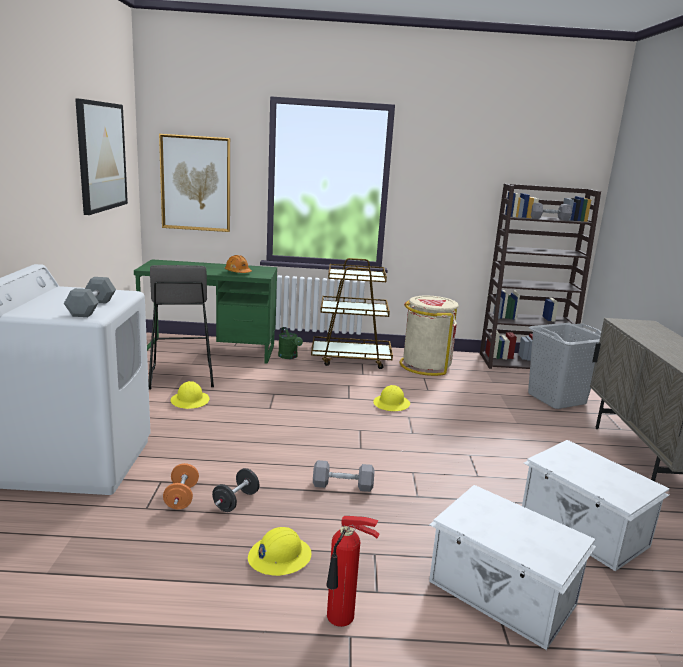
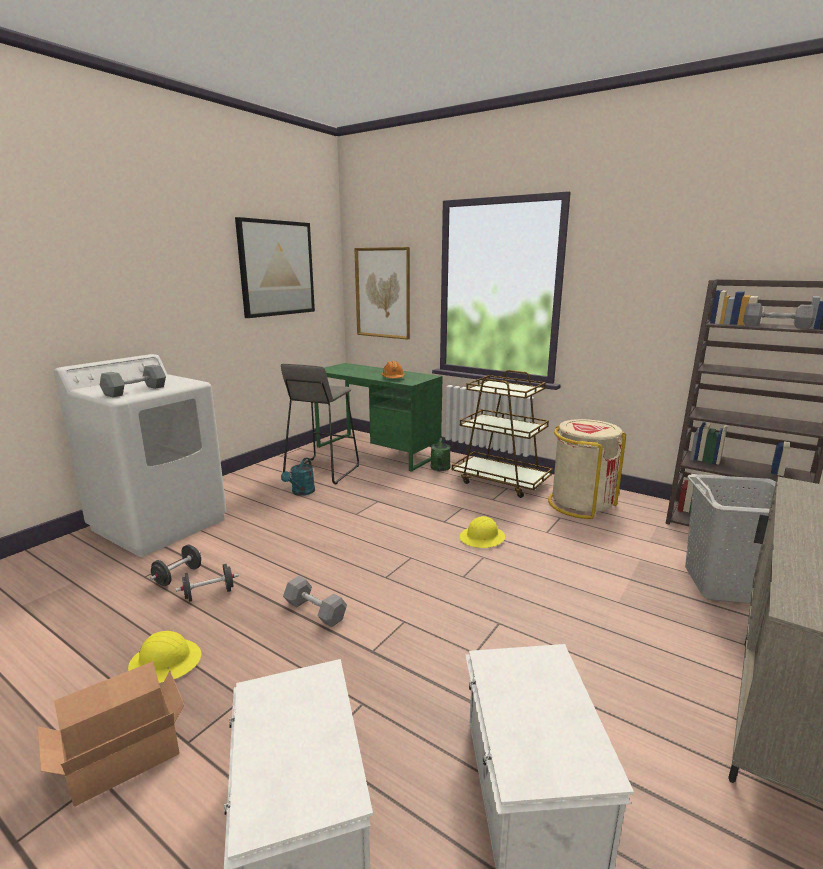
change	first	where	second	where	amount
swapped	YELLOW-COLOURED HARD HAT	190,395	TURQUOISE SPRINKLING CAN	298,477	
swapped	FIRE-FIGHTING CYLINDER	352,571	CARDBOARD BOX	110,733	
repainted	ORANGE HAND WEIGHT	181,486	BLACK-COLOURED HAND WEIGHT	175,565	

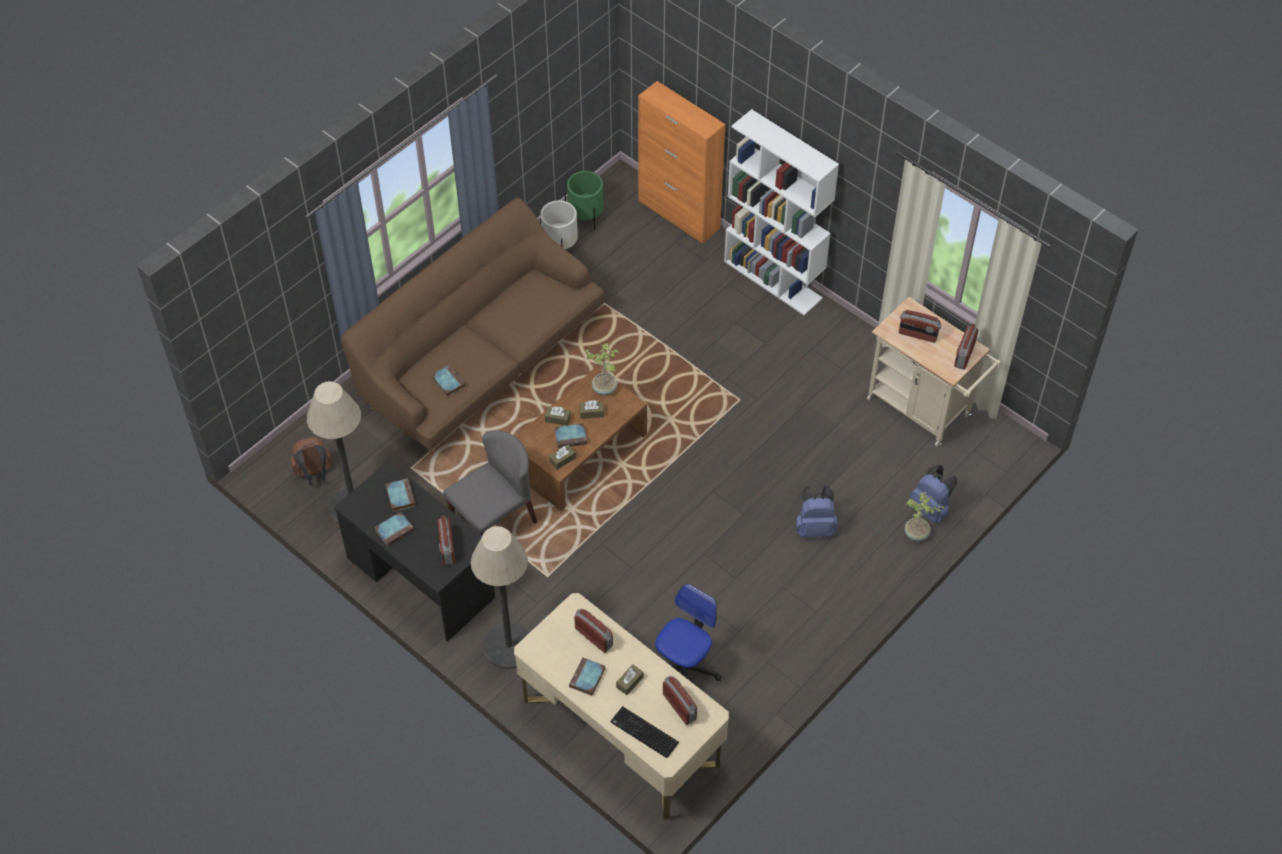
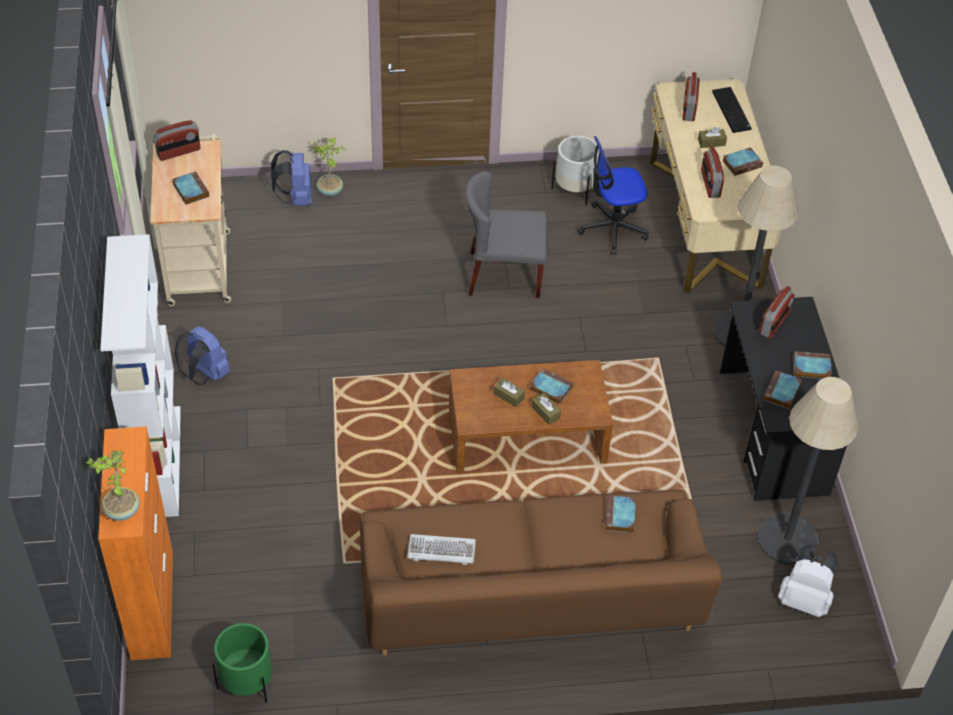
change	first	where	second	where	amount
gone	BROWN BOX OF TISSUES	562,457			
new			PC KEYBOARD	441,549	
shifted	GRAY CHAIR	490,483		506,234	
shifted	WHITISH PLANT POT	559,224		575,170	
shifted	POTTED PLANT	601,369		113,486	
shifted	BLUE-COLOURED RUCKSACK	817,511		202,355	
swapped	RADIO SET	920,326	VOLUME	190,188	
repainted	BROWN RUCKSACK	311,461	WHITISH RUCKSACK	808,580	

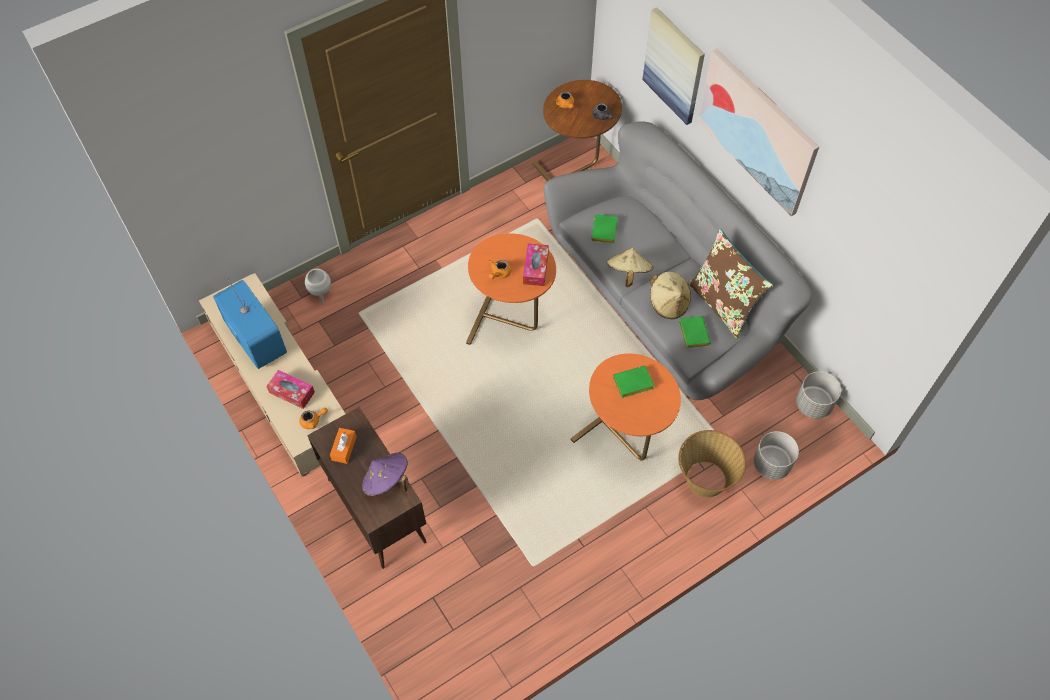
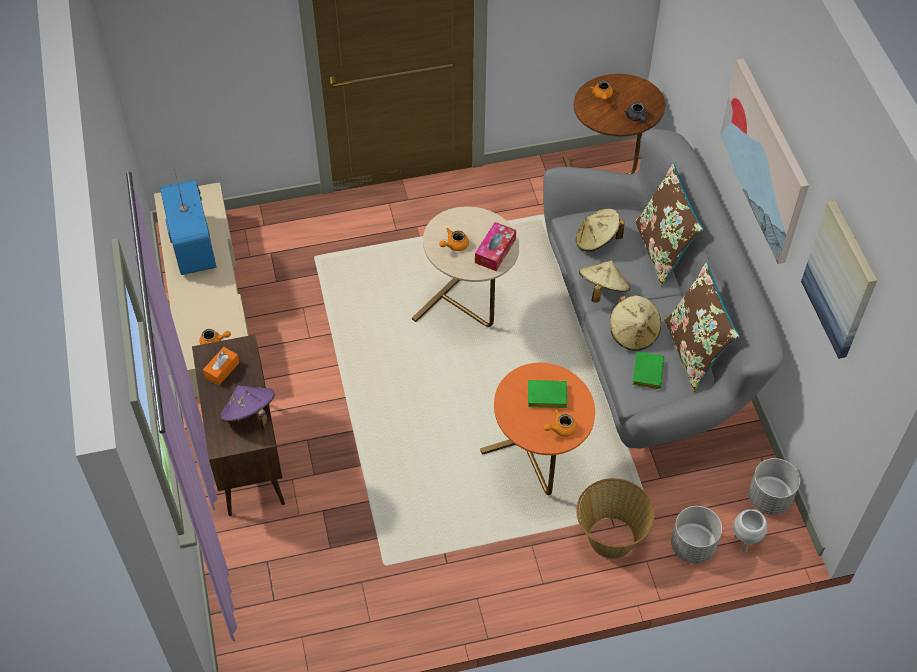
change	first	where	second	where	amount
gone	BOX OF TISSUES	290,389			
new			ORANGE POT FOR TEA	560,423	
new			BROWN CUSHION	669,225	
shifted	WHITISH PLANT POT	318,286		750,531	
shifted	WALL ART	673,66		839,280	
swapped	GREENISH VOLUME	604,228	BEIGE-COLOURED CLOTHING HAT	600,230	
repainted	ORANGE END TABLE	511,289	BEIGE-COLOURED END TABLE	465,267	

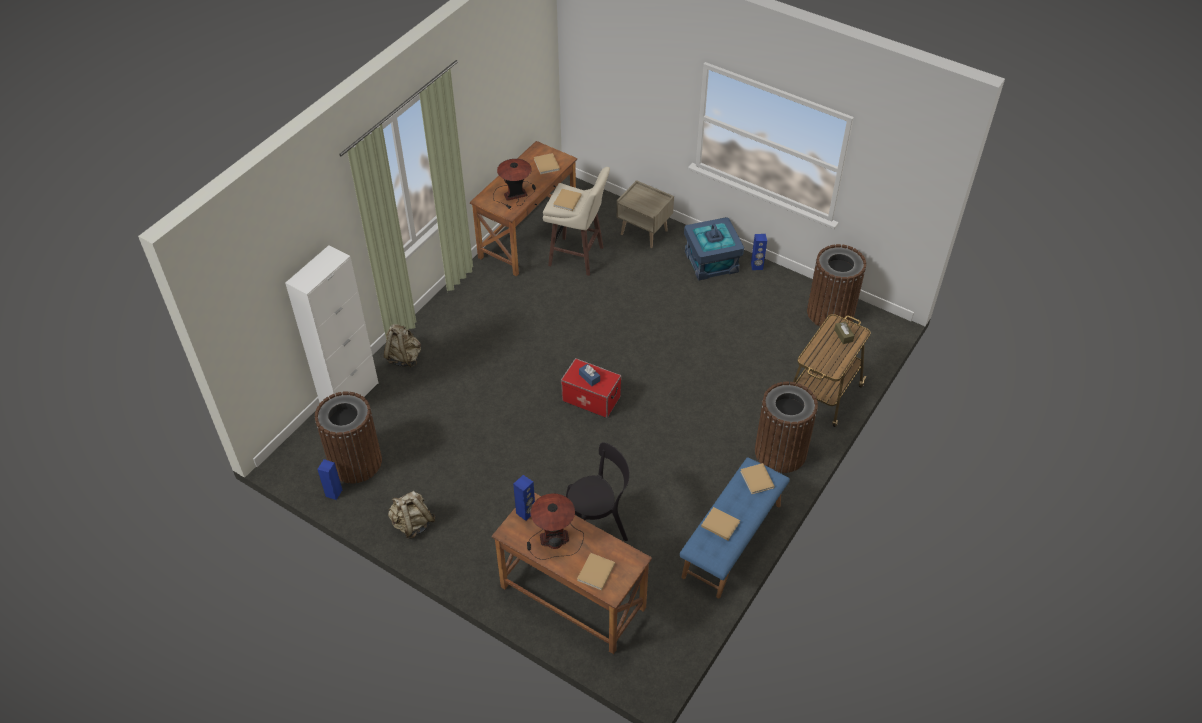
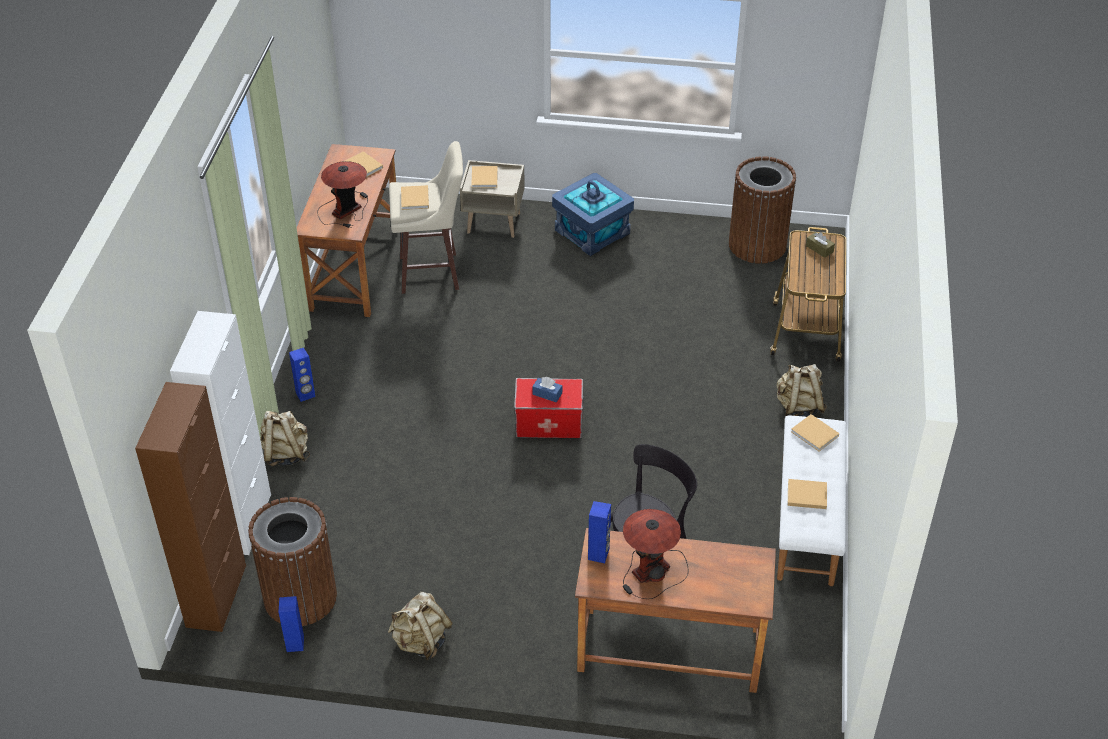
change	first	where	second	where	amount
new			BROWN STORAGE CABINET	190,507	
shifted	BEIGE-COLOURED VOLUME	596,571		484,177	
shifted	BLUE-COLOURED LOUDSPEAKER	759,252		302,375	
swapped	BROWN TRASH CAN	786,427	BEIGE-COLOURED RUCKSACK	802,390	
repainted	BLUE-COLOURED BENCH	735,528	WHITISH BENCH	811,500	

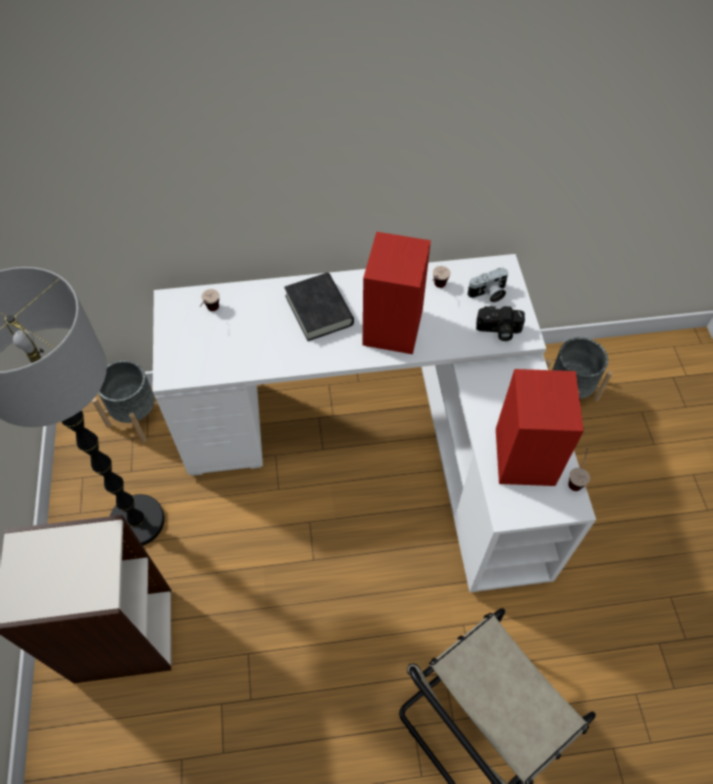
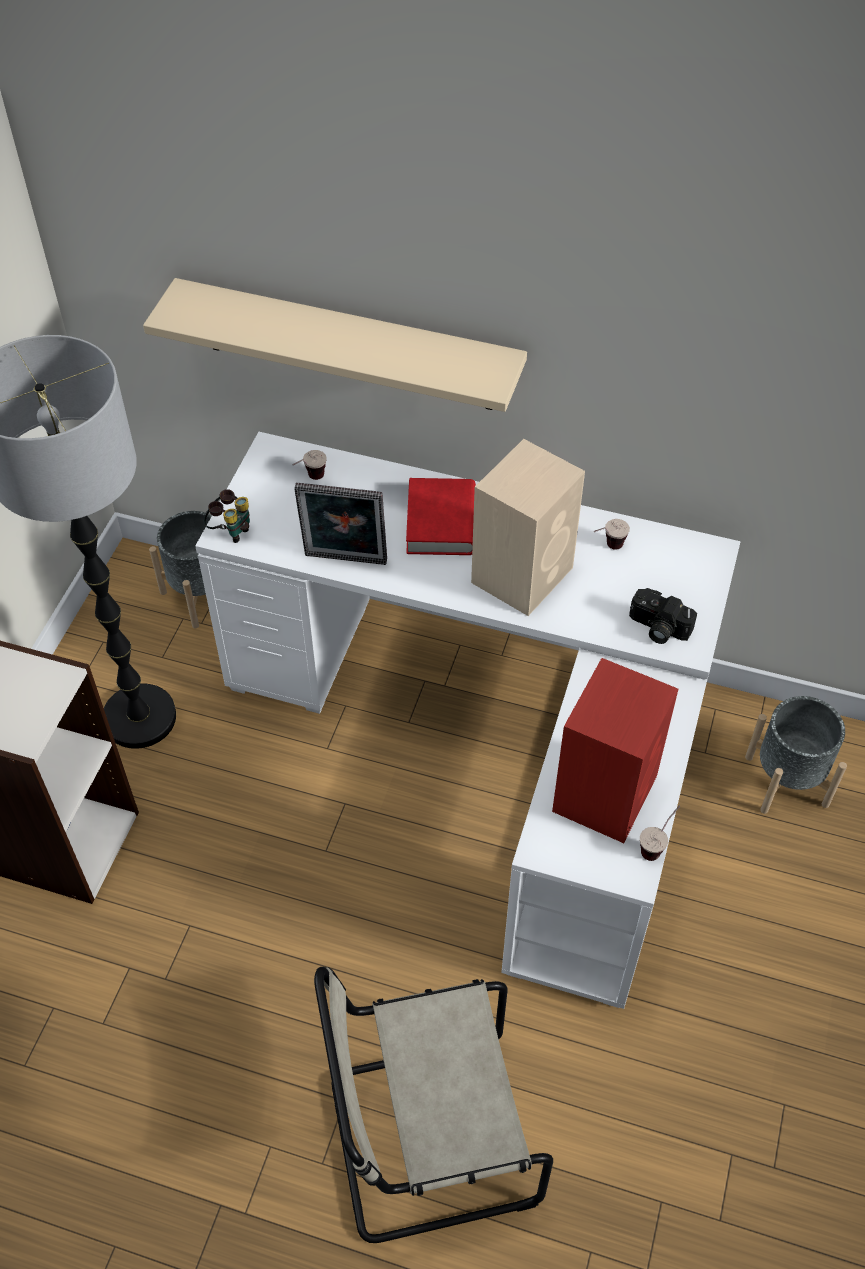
change	first	where	second	where	amount
gone	PHOTO CAMERA	487,285			
new			BEIGE-COLOURED BRACKET SHELF	335,345	
new			FIELD GLASSES	227,516	
new			PICTURE FRAME	340,524	
repainted	BLACK-COLOURED VOLUME	319,307	RED VOLUME	441,516	
repainted	RED LOUDSPEAKER	397,293	BEIGE-COLOURED LOUDSPEAKER	528,527	

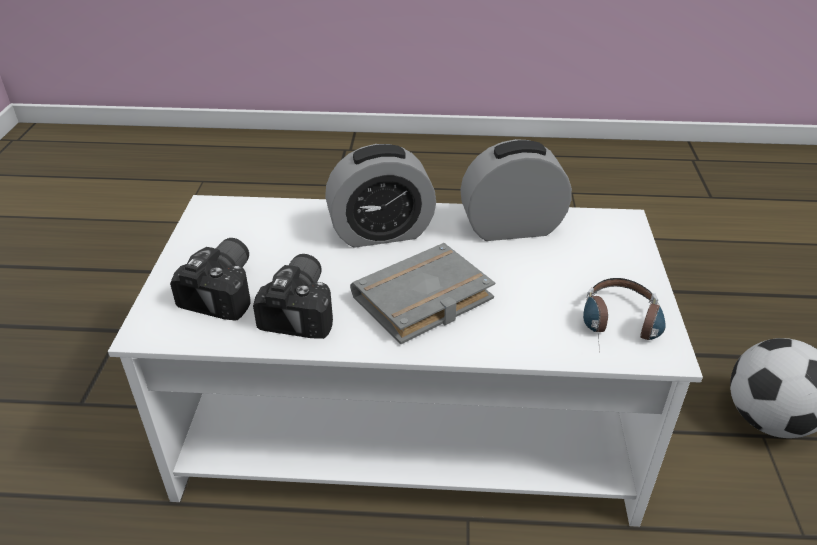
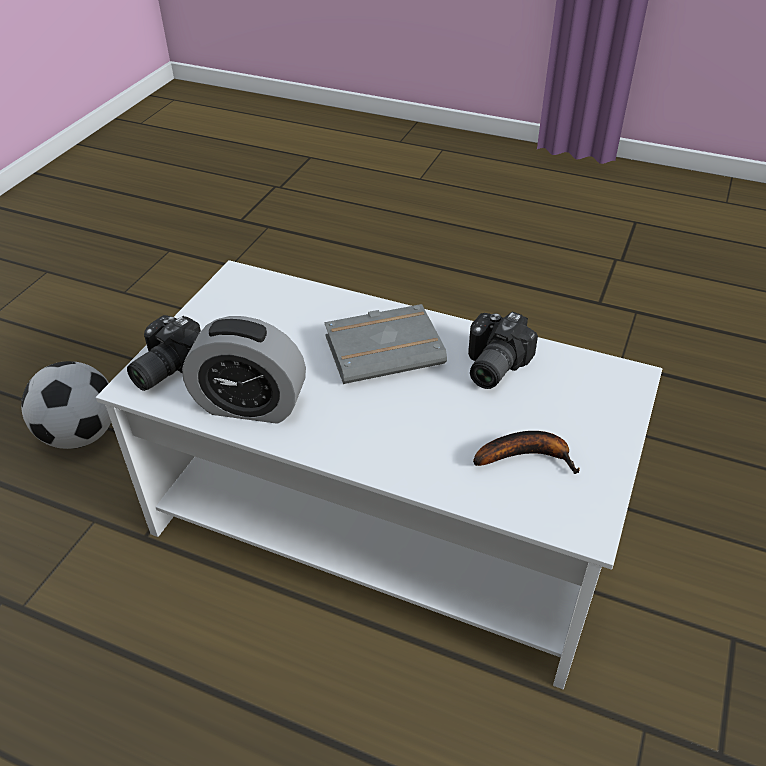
change	first	where	second	where	amount
gone	TABLE CLOCK	380,196			
gone	HEADSET	624,309			
new			BANANA	526,452	
shifted	PHOTO CAMERA	210,279		164,353	

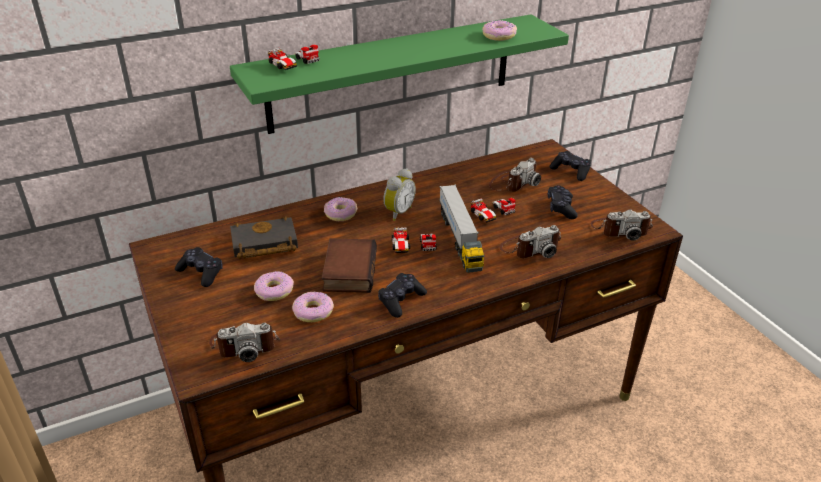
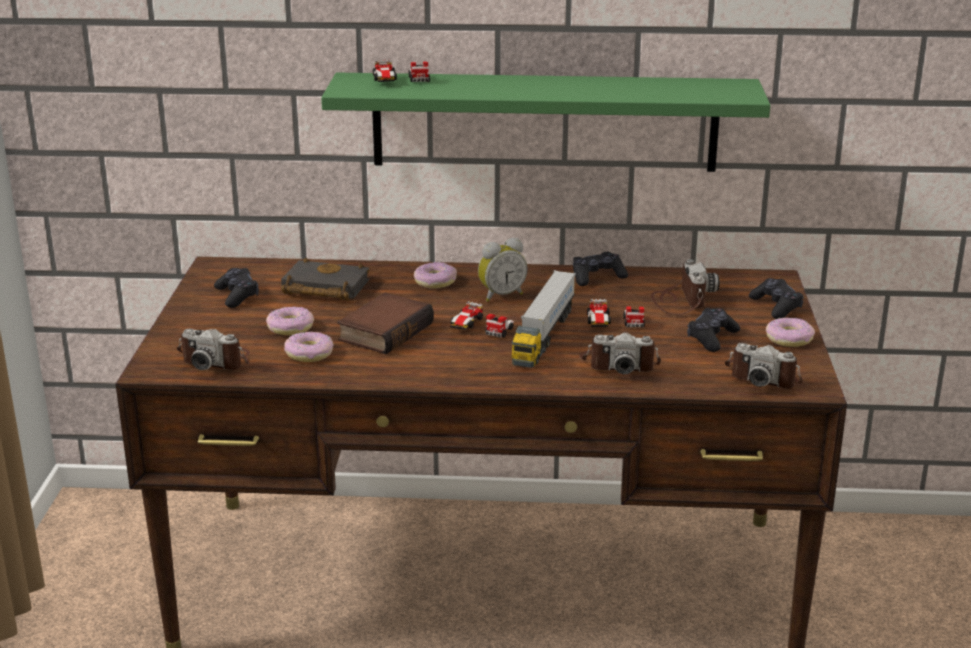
change	first	where	second	where	amount
shifted	BLACK-COLOURED JOYPAD	402,295		600,269	
shifted	DOUGHNUT	499,30		790,332	
rotated	PHOTO CAMERA	515,175		685,287	75 degrees counterclockwise

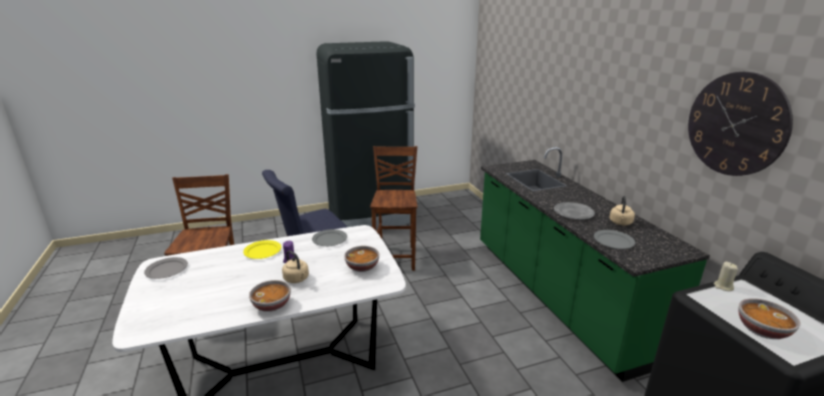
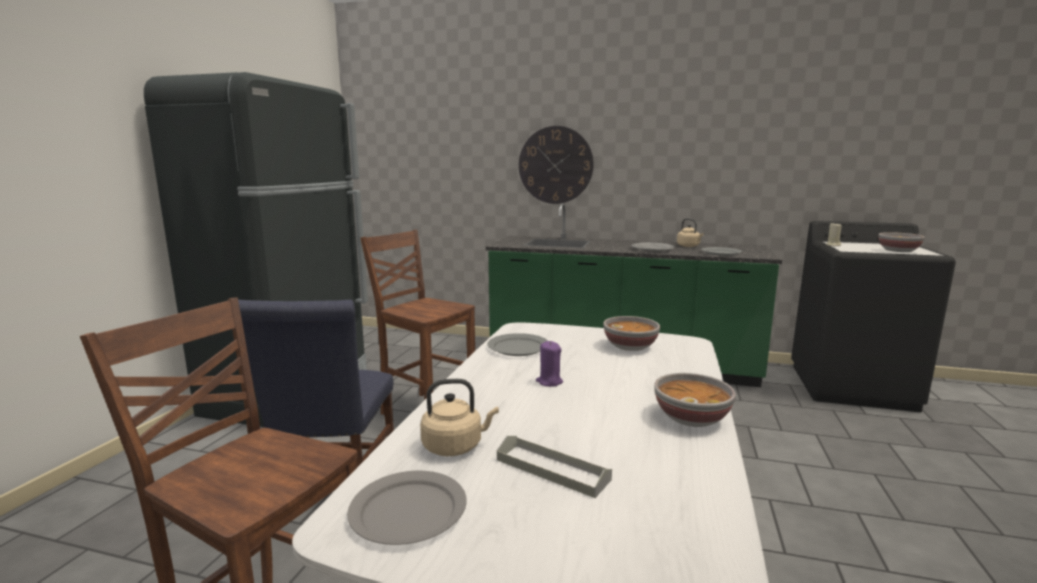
change	first	where	second	where	amount
gone	YELLOW-COLOURED PLATE	262,249			
new			GRAY SERVING TRAY	554,467	
shifted	BEIGE-COLOURED TEA KETTLE	295,266		459,417	
shifted	HANGING CLOCK	740,124		556,165	

